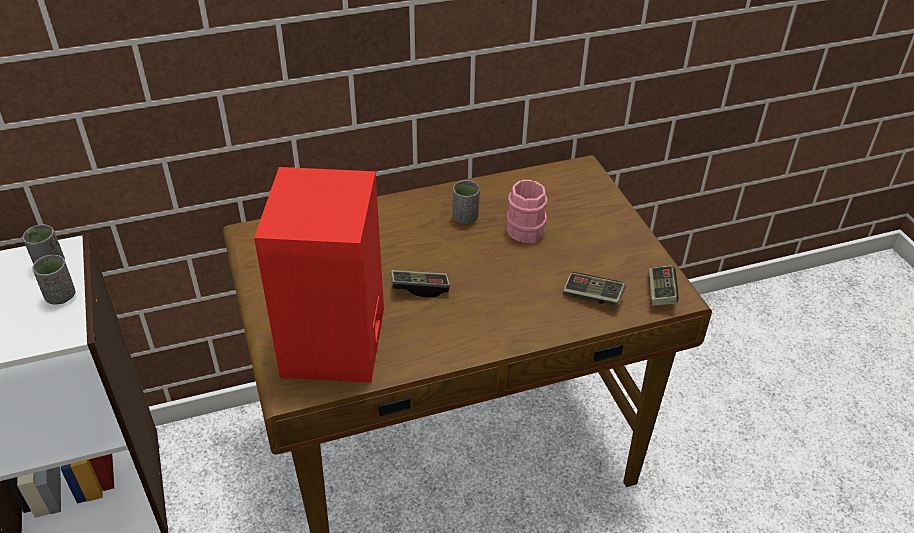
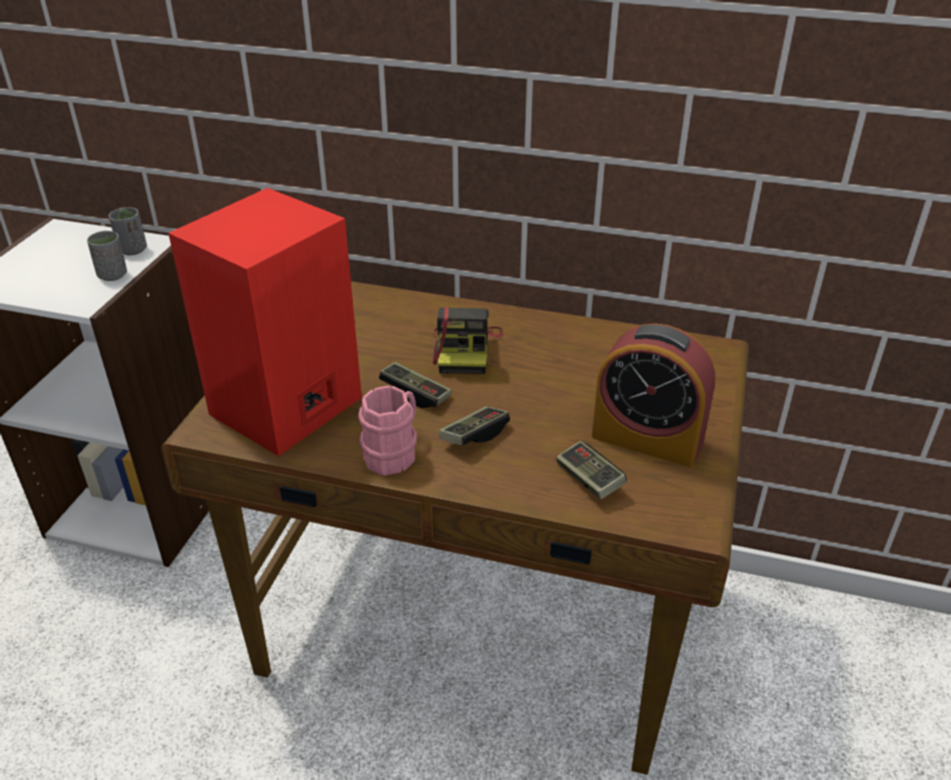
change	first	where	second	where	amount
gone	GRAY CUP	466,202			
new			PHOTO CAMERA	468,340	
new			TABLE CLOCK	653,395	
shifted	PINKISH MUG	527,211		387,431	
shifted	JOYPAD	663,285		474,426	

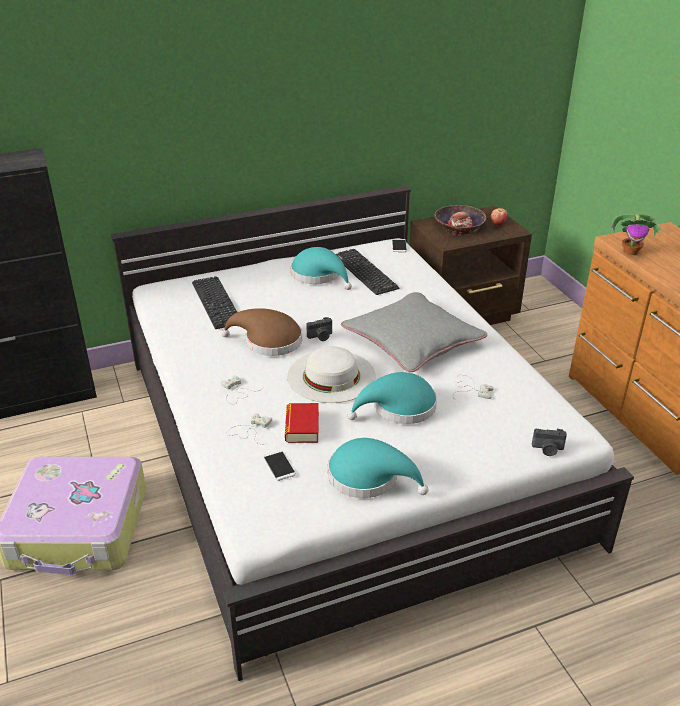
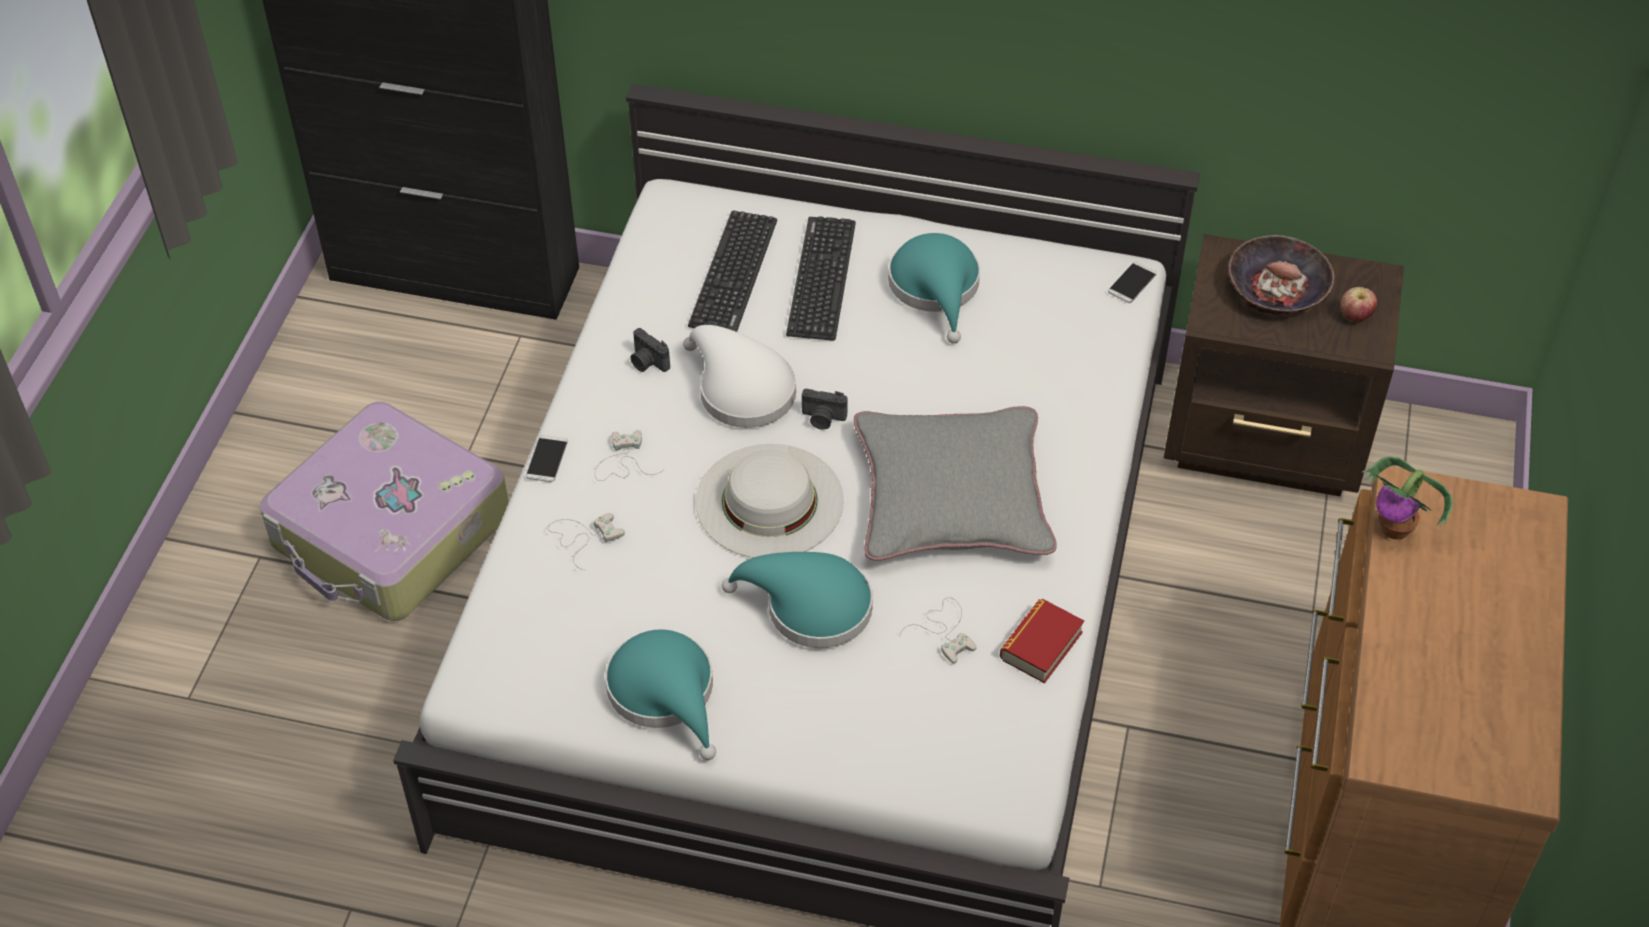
change	first	where	second	where	amount
shifted	PHONE	279,465		547,458	
shifted	VOLUME	302,423		1042,641	
shifted	PC KEYBOARD	367,272		821,278	
shifted	PHOTO CAMERA	549,442		650,350	
repainted	BROWN CLOTHING HAT	261,332	WHITISH CLOTHING HAT	739,376	

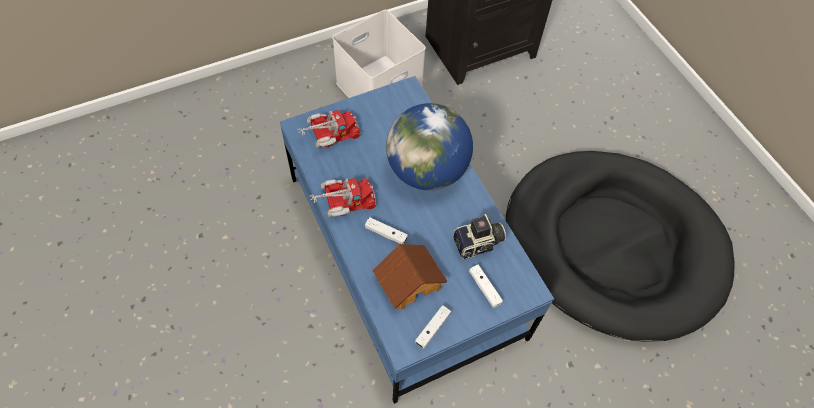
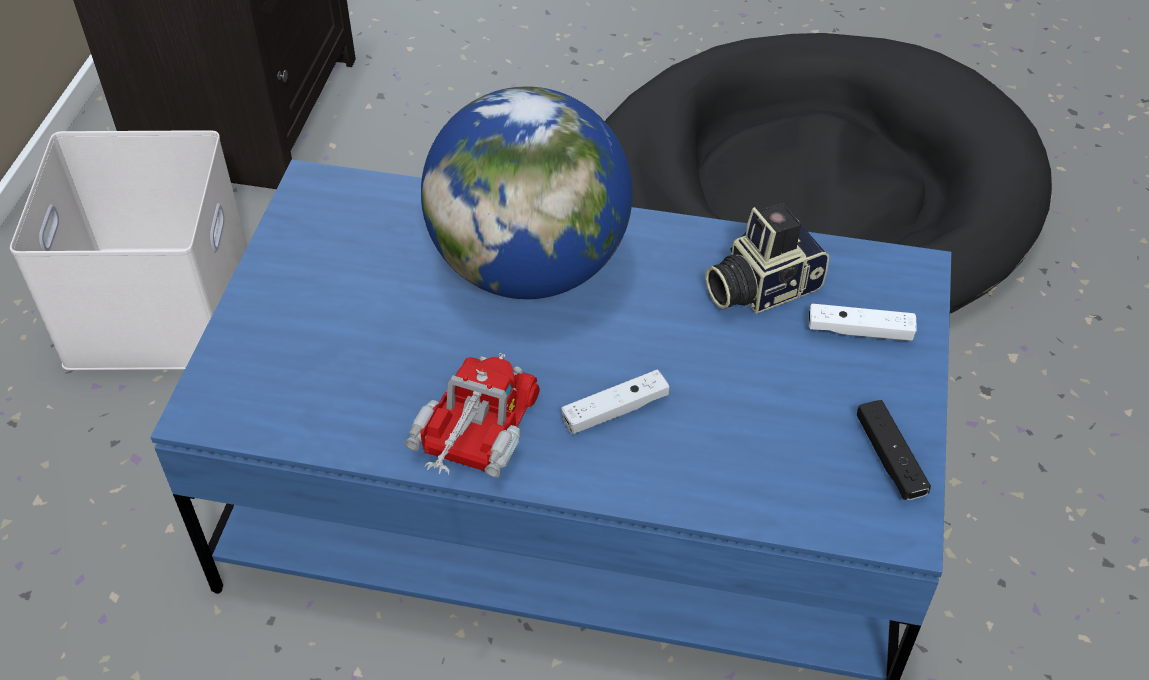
change	first	where	second	where	amount
gone	TOY TRUCK	328,129			
gone	MINIATURE HOUSE	410,276			
repainted	WHITISH JOYPAD	433,327	BLACK-COLOURED JOYPAD	894,450	
rotated	PHOTO CAMERA	479,236		767,258	135 degrees counterclockwise

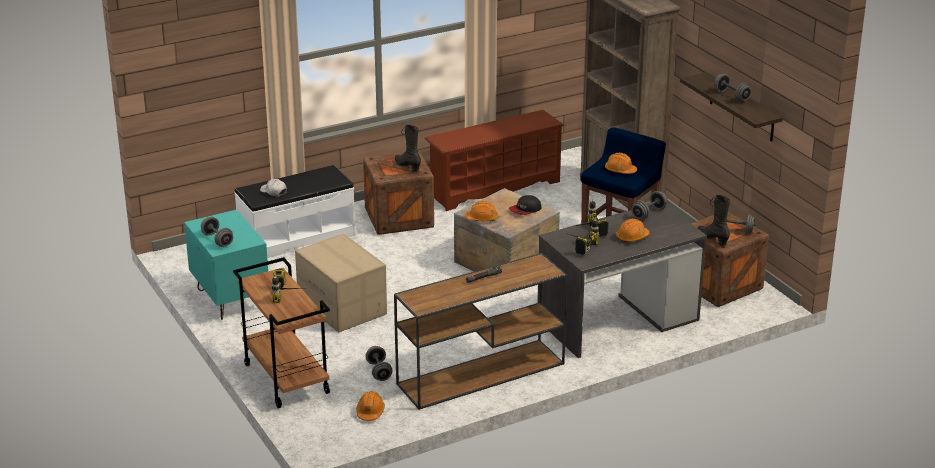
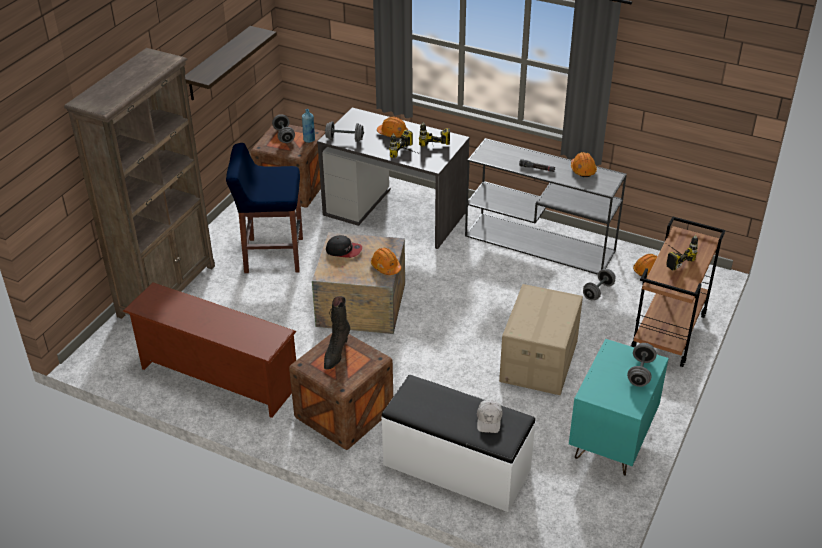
change	first	where	second	where	amount
gone	GRAY HAND WEIGHT	733,88			
shifted	ORANGE HARD HAT	621,163		584,164	
swapped	BLACK-COLOURED HIGH-TOP BOOT	714,220	BLUE-COLOURED DRINK BOTTLE	308,126	
repainted	BROWN NARROW TABLE	480,331	GRAY NARROW TABLE	546,206	

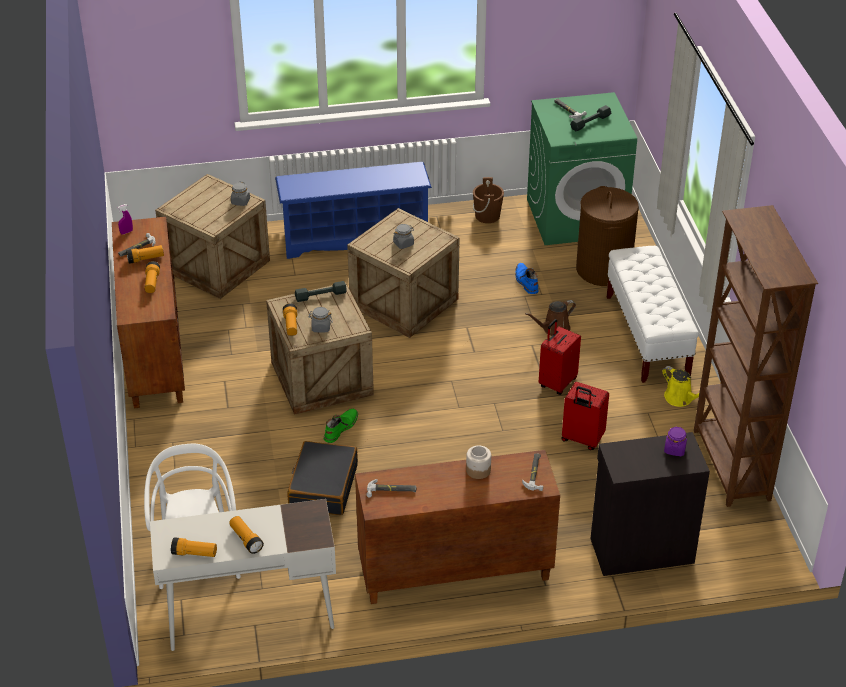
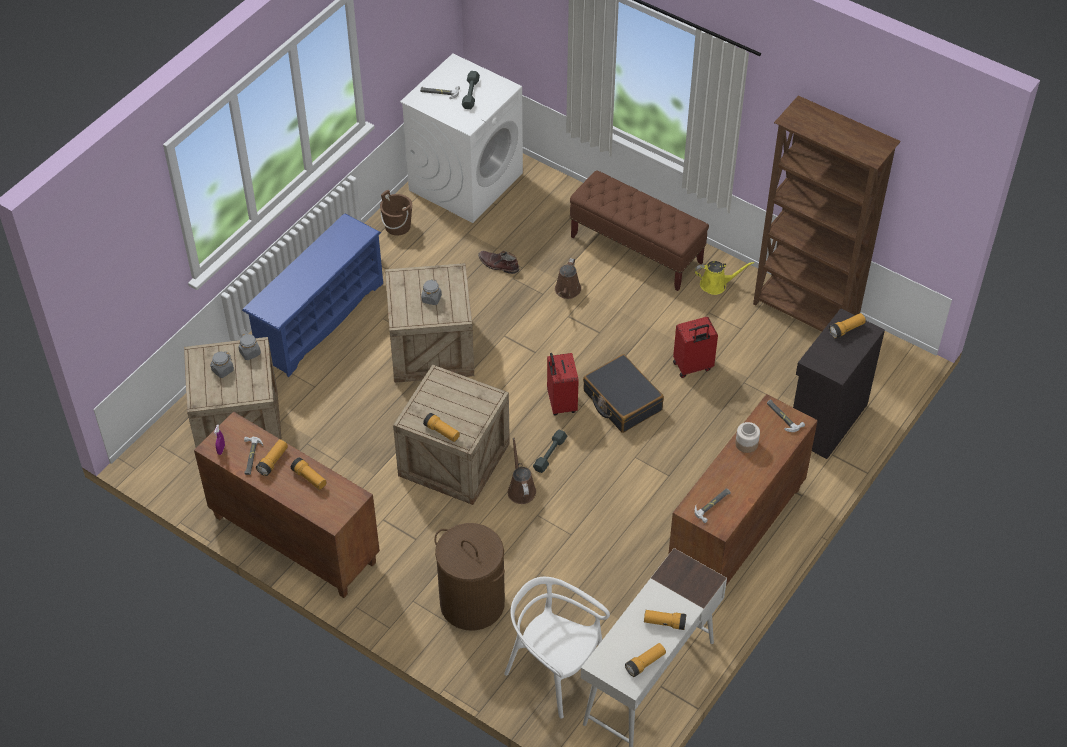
change	first	where	second	where	amount
shifted	BLACK-COLOURED PIECE OF LUGGAGE	322,478		623,393	
shifted	GRAY HAND WEIGHT	321,291		550,451	
shifted	GRAY PRESERVE JAR	321,320		222,364	
shifted	RED PIECE OF LUGGAGE	560,357		563,384	
shifted	BROWN LAUNDRY BASKET	607,236		469,577	
swapped	GREENISH HIGH-TOP BOOT	341,426	BROWN SPRINKLING CAN	522,471	
swapped	PURPLE PRESERVE JAR	675,441	TORCH	847,326	
repainted	BLUE-COLOURED HIGH-TOP BOOT	526,278	BROWN HIGH-TOP BOOT	499,262	
repainted	GREENISH LAUNDRY APPLIANCE	582,168	WHITISH LAUNDRY APPLIANCE	461,138	
repainted	WHITISH BENCH	653,314	BROWN BENCH	639,230	

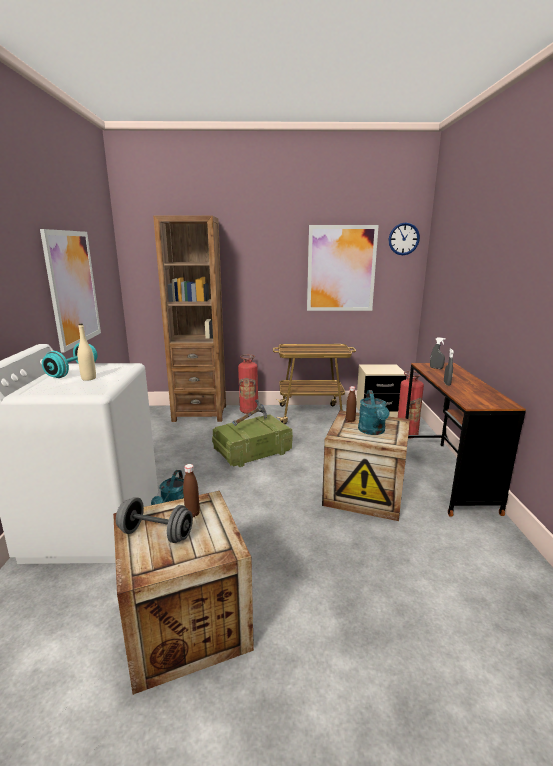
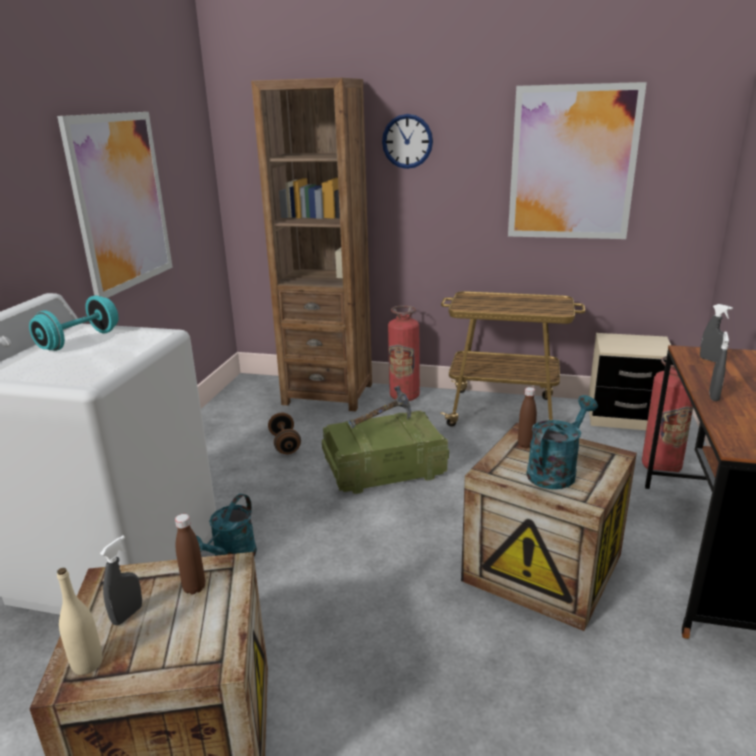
change	first	where	second	where	amount
new			BROWN HAND WEIGHT	284,433	
shifted	BEIGE-COLOURED DRINK BOTTLE	86,352		79,621	
shifted	HANGING CLOCK	404,239		407,141	
swapped	GRAY HAND WEIGHT	154,520	GRAY SPRAYER	121,580	
rotated	TURQUOISE SPRINKLING CAN	374,412		562,442	150 degrees counterclockwise

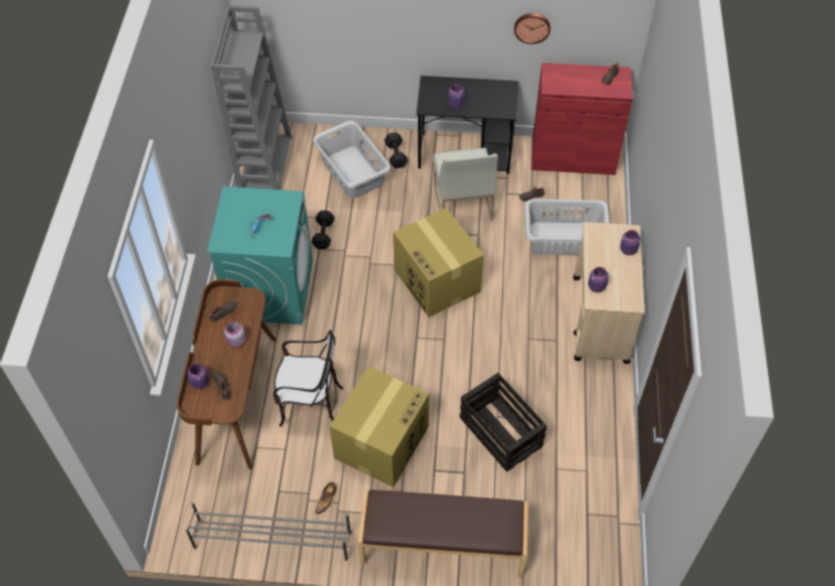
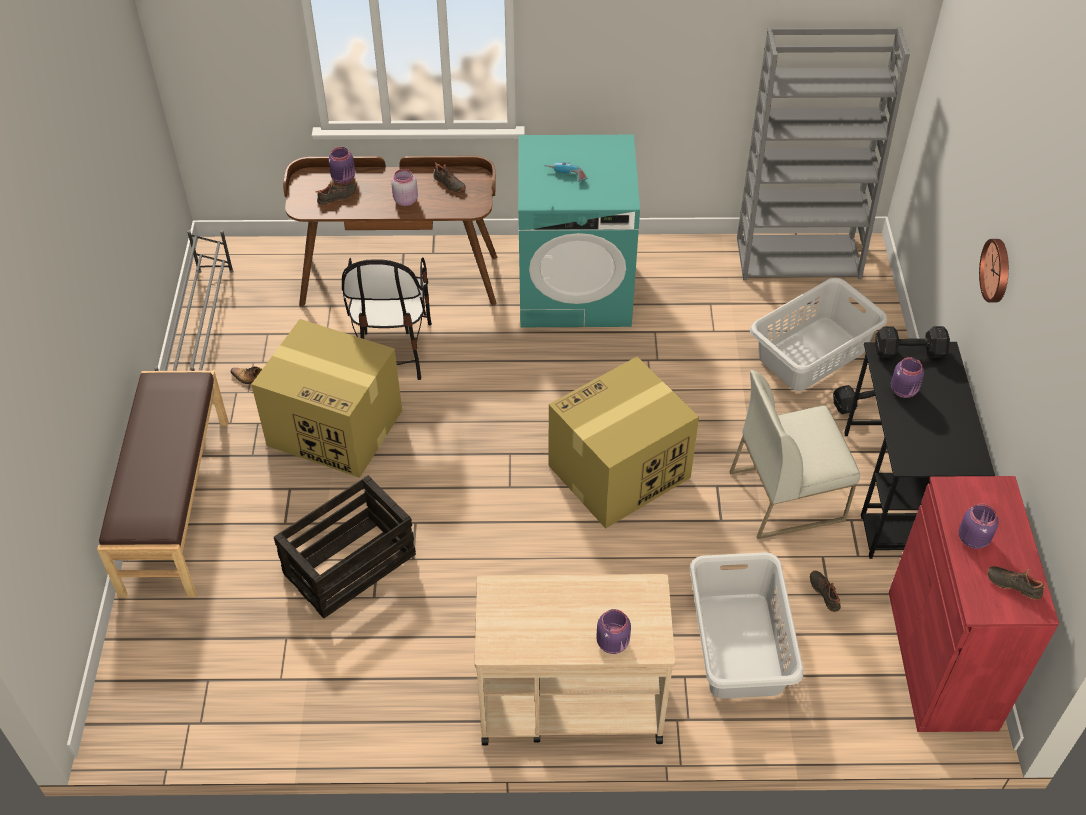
change	first	where	second	where	amount
shifted	BLACK-COLOURED HAND WEIGHT	323,229		912,342	
shifted	HANGING CLOCK	532,28		994,271	
shifted	PURPLE PRESERVE JAR	598,279		979,526	

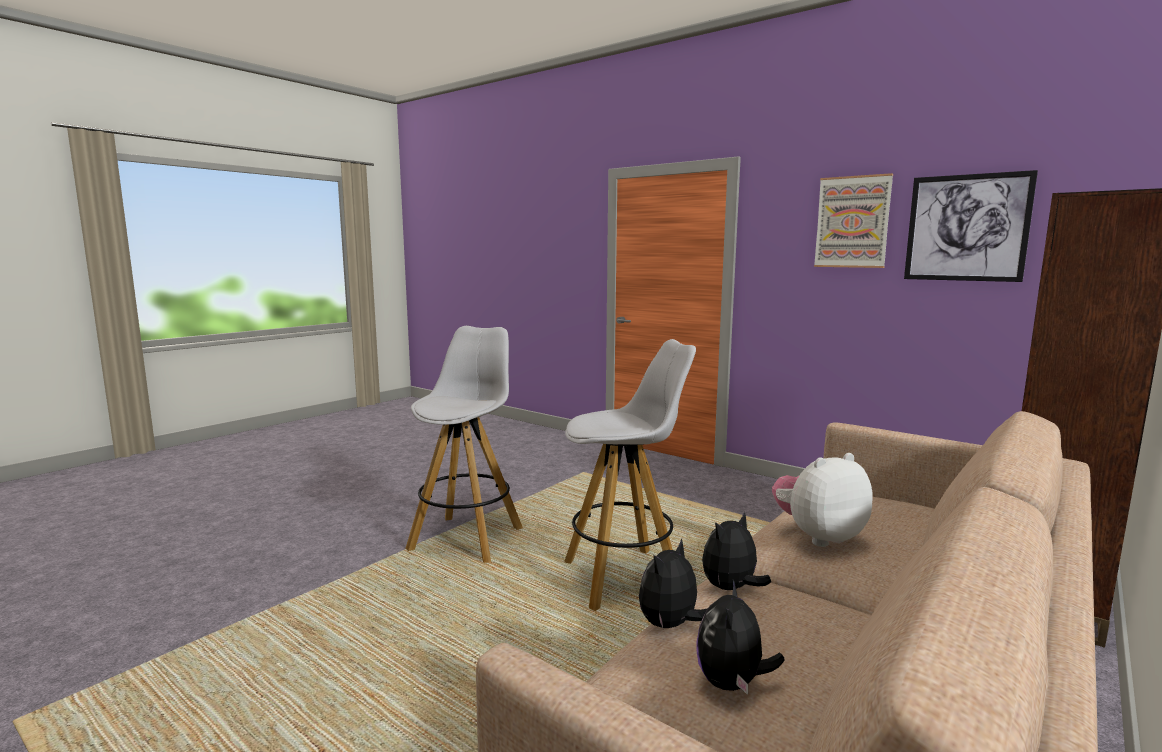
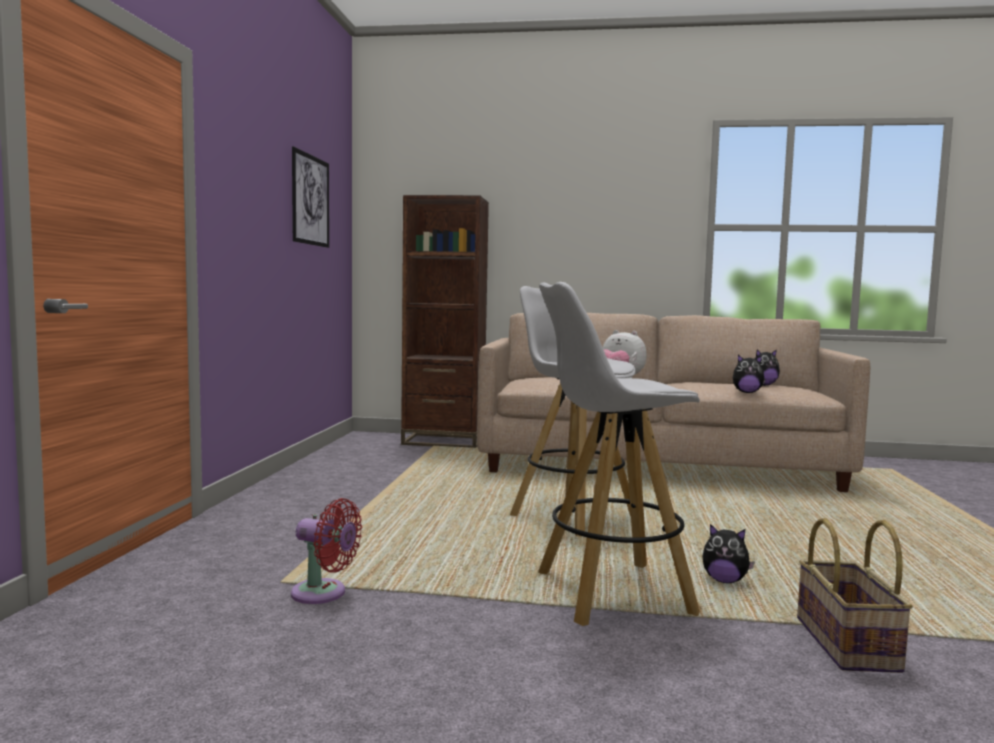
change	first	where	second	where	amount
gone	WALL ART	853,220			
new			RED ELECTRIC FAN	326,551	
new			BASKET	855,595	
shifted	SOFT TOY	736,551		728,553	

